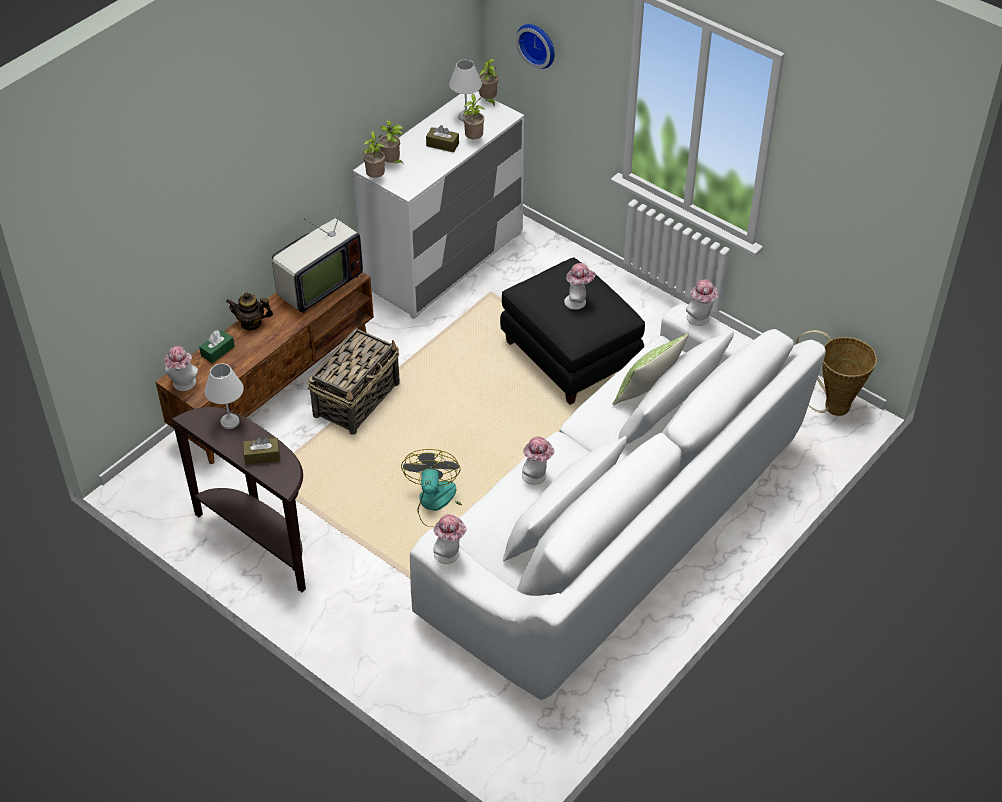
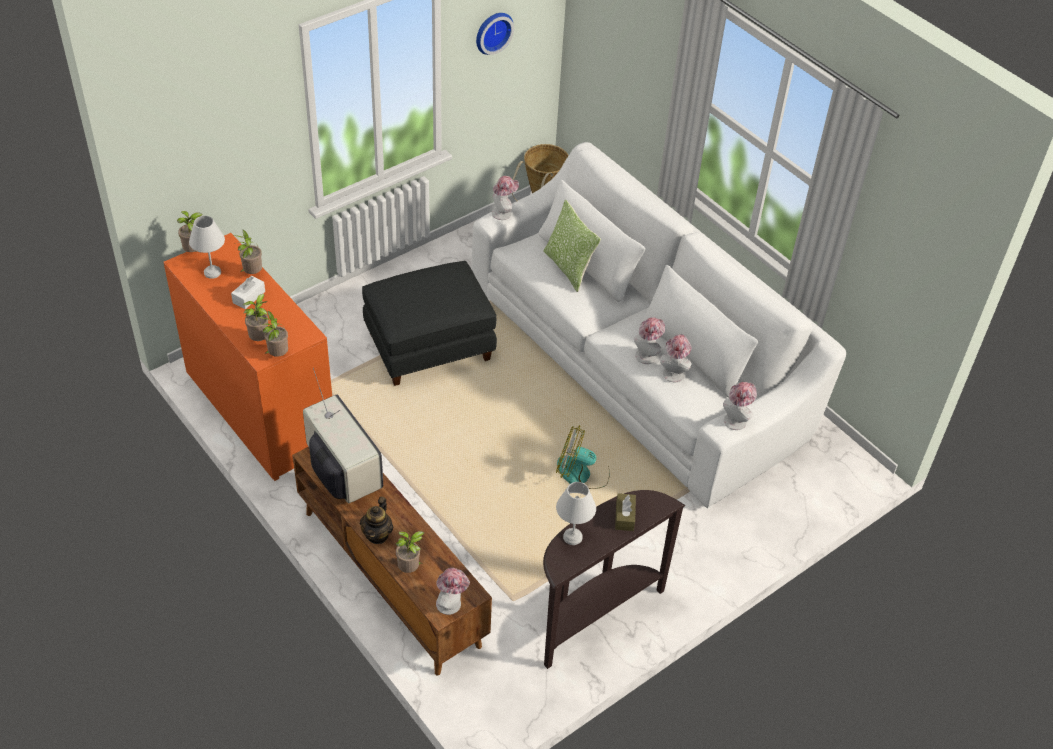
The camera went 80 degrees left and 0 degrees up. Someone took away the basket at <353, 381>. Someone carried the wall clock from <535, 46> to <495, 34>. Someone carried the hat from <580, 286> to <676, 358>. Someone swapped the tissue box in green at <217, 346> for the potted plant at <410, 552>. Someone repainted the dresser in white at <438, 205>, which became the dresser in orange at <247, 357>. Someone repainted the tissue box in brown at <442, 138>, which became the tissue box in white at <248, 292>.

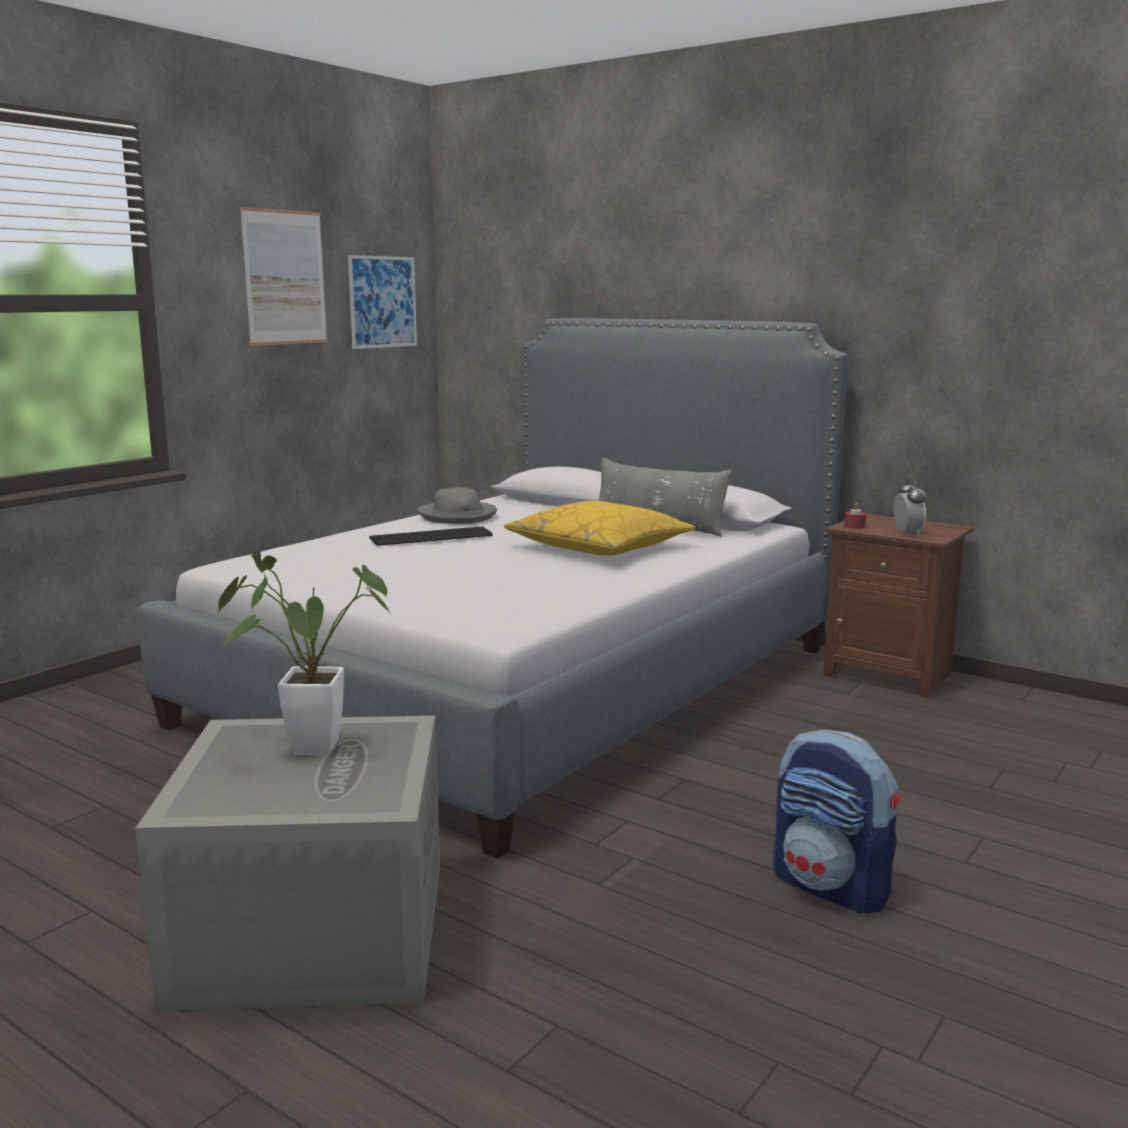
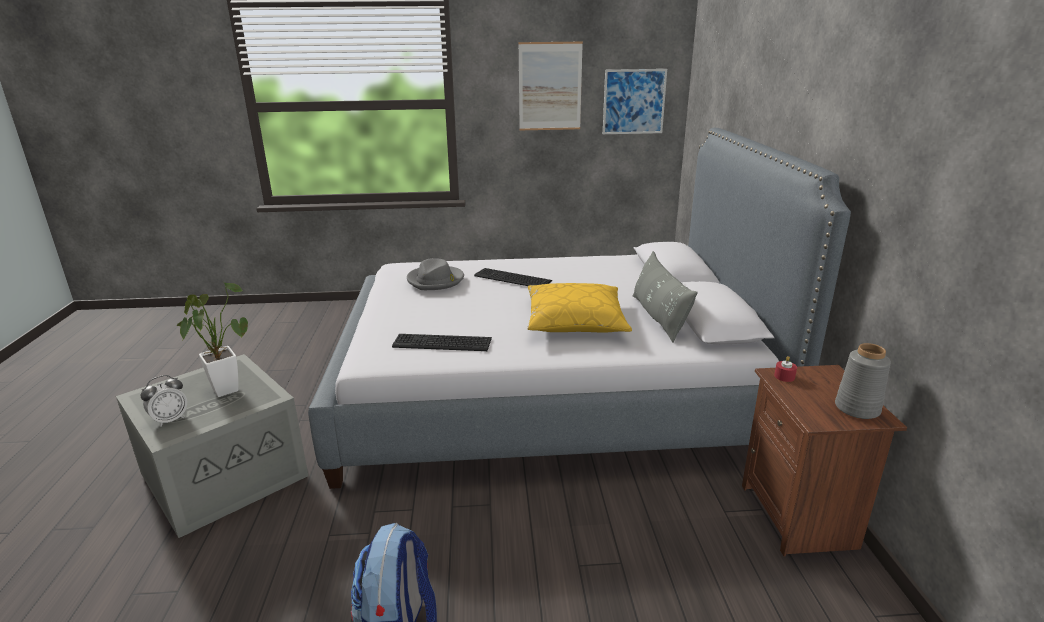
The camera went 50 degrees right and 10 degrees up. Someone put down the keyboard at <442, 342>. Someone put down the vase in grey at <863, 381>. Someone carried the hat in grey from <457, 505> to <435, 274>. Someone carried the alarm clock from <909, 507> to <163, 401>.

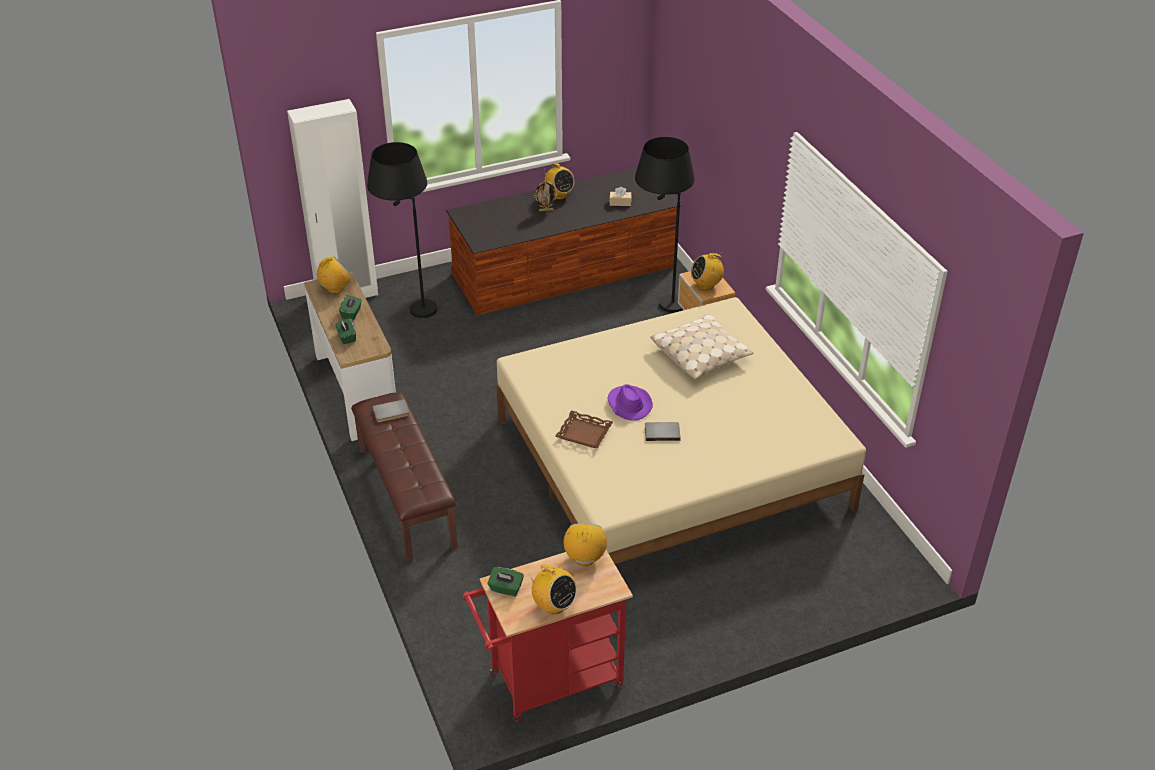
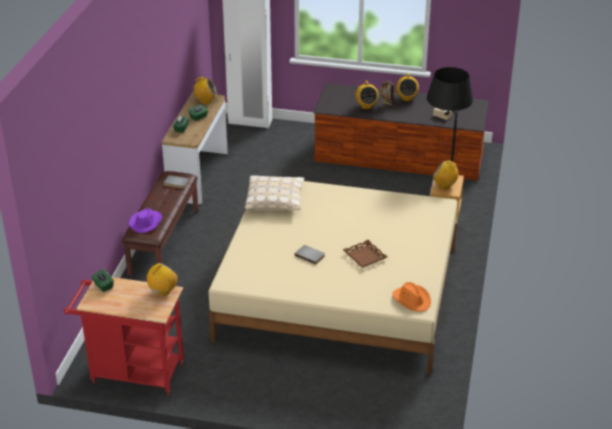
The camera went 35 degrees right and 5 degrees down. Someone took away the floor lamp in black at <402, 230>. Someone put down the hat in orange at <411, 297>. Someone carried the radio from <553, 589> to <367, 95>. Someone carried the tray in brown from <584, 429> to <365, 254>. Someone carried the hat in purple from <630, 402> to <145, 220>. Someone carried the pillow in beige from <701, 346> to <275, 192>.

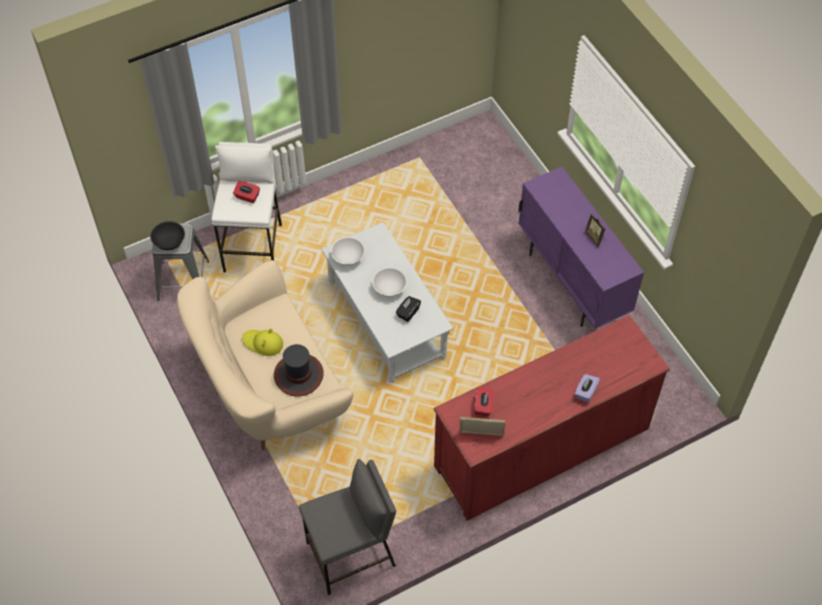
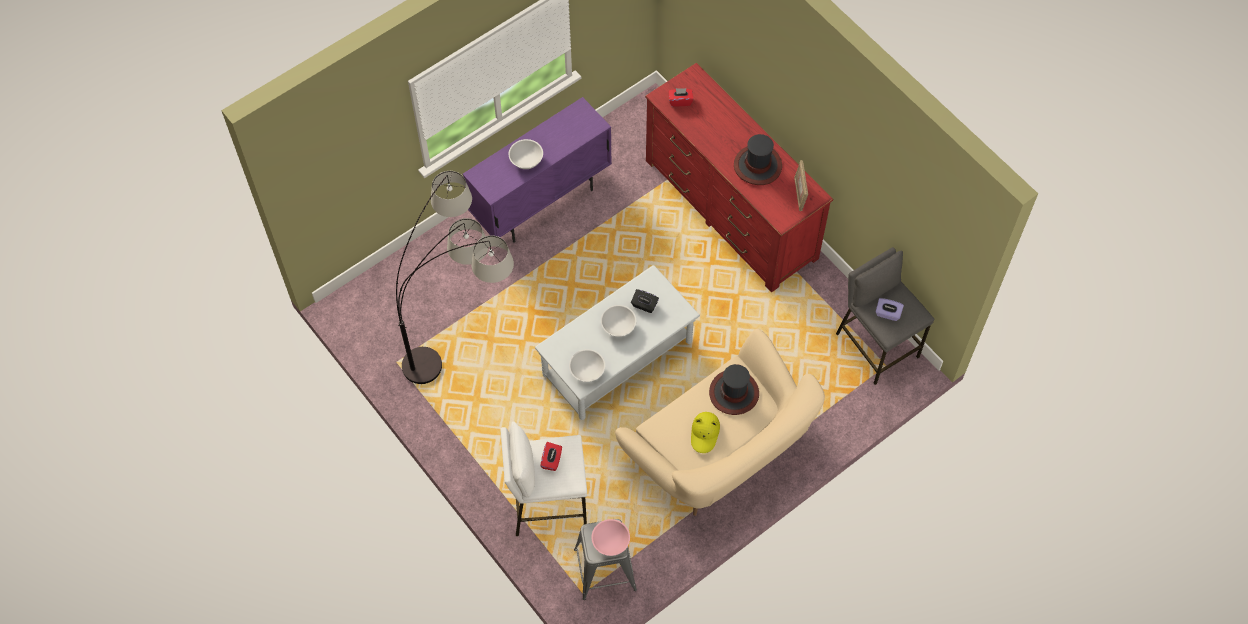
The camera went 100 degrees left and 5 degrees up. Someone took away the picture frame at <595, 230>. Someone put down the floor lamp at <455, 277>. Someone put down the bowl in white at <526, 154>. Someone put down the hat at <758, 159>. Someone carried the tissue box in red from <483, 401> to <681, 97>. Someone carried the tissue box in purple from <587, 388> to <889, 309>. Someone repainted the bowl in black at <167, 235>, which became the bowl in pink at <610, 537>.

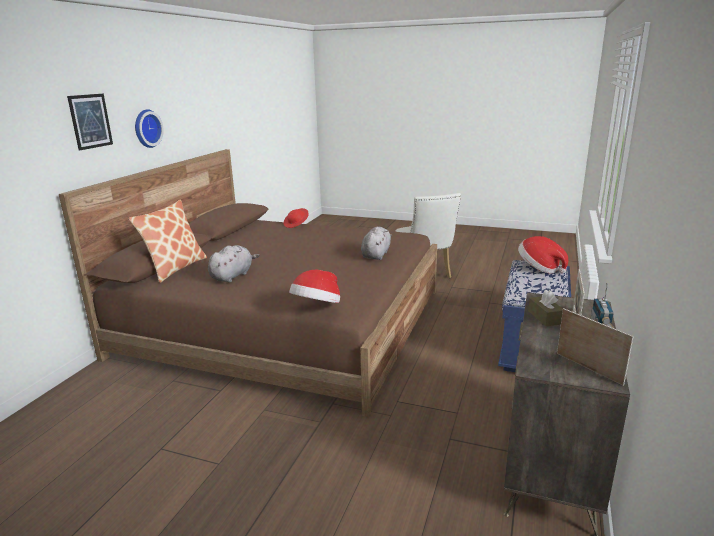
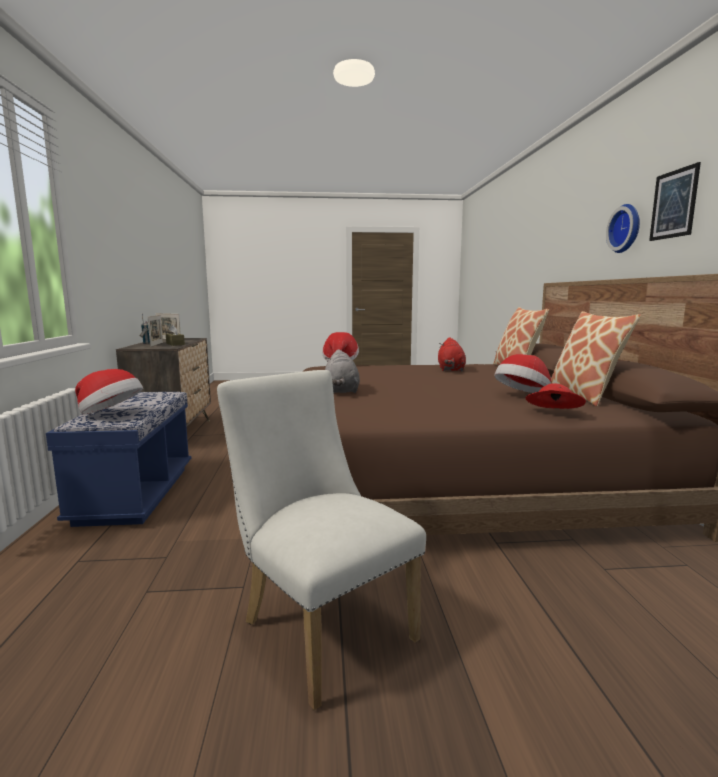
The camera went 155 degrees right and 10 degrees down. Someone put down the hat at <522, 373>. Someone put down the pillow at <596, 359>. Someone carried the picture from <90, 122> to <675, 201>. Someone repainted the plush toy in grey at <234, 264>, which became the plush toy in red at <452, 354>.

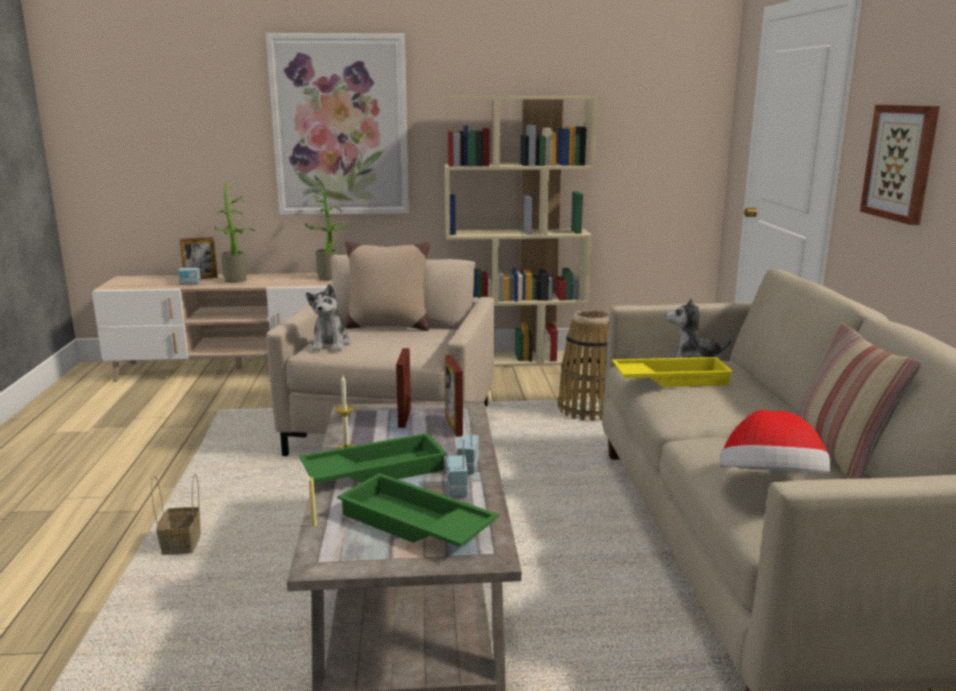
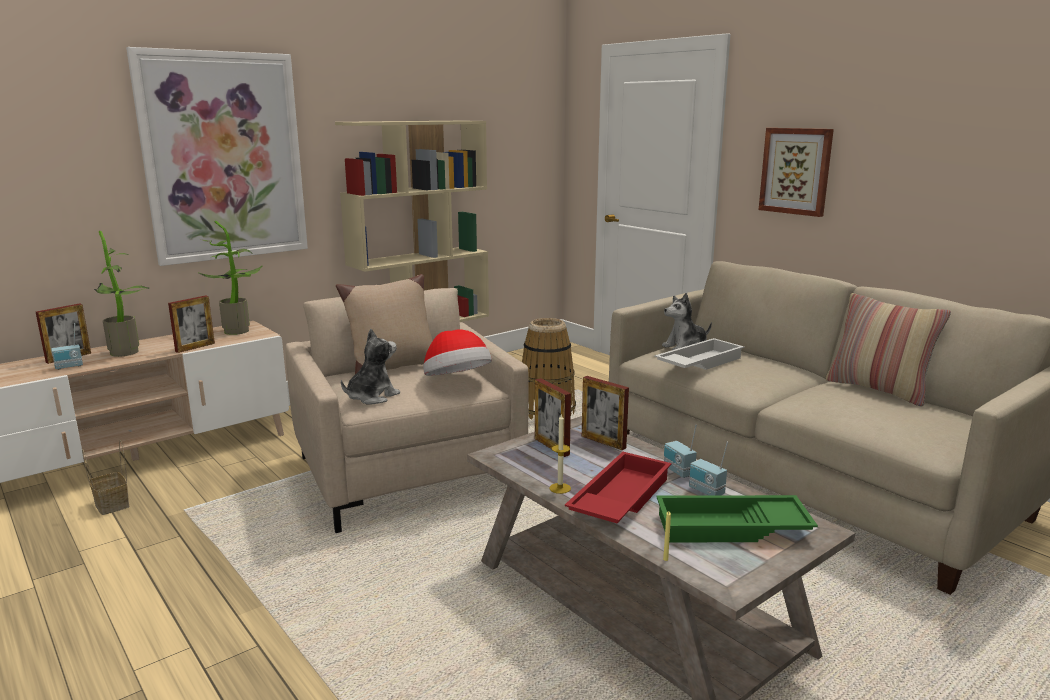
The camera went 35 degrees left and 0 degrees up. Someone put down the picture frame at <191, 324>. Someone carried the basket from <176, 514> to <106, 477>. Someone carried the hat from <775, 441> to <457, 352>. Someone repainted the tray in green at <373, 458>, which became the tray in red at <618, 487>. Someone repainted the tray in yellow at <672, 372>, which became the tray in white at <699, 354>. Someone rotated the plush toy at <328, 317> by 105 degrees counterclockwise.

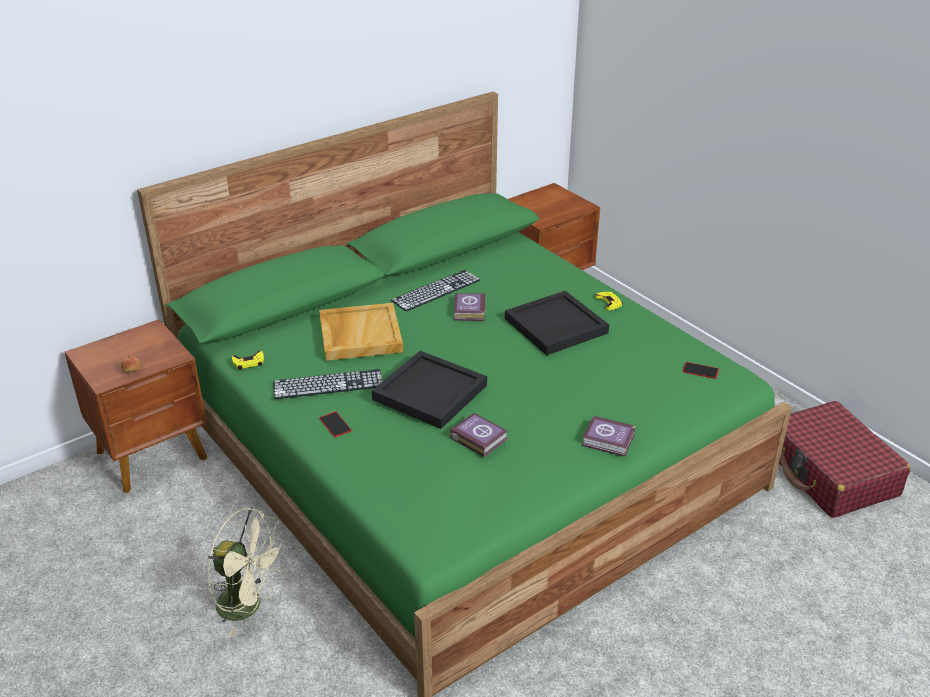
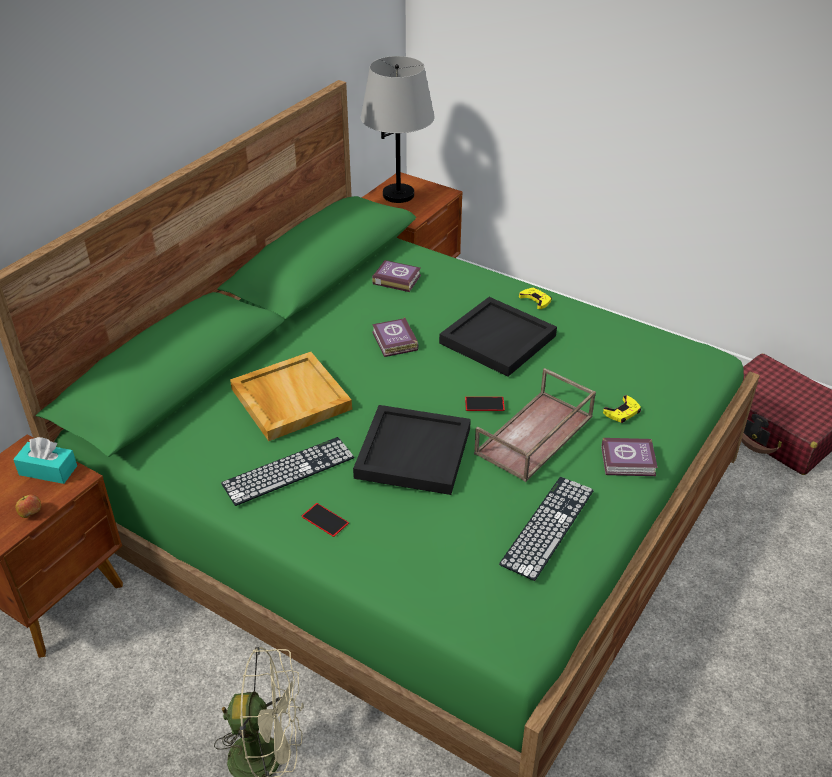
The camera went 20 degrees left and 5 degrees up. Someone put down the tissue box in turquoise at <45, 460>. Someone put down the table lamp in grey at <398, 129>. Someone put down the tray in brown at <535, 425>. Someone carried the game controller in yellow from <248, 360> to <622, 409>. Someone carried the keyboard from <435, 291> to <546, 529>. Someone carried the book from <479, 435> to <396, 276>. Someone carried the phone from <700, 370> to <485, 404>.

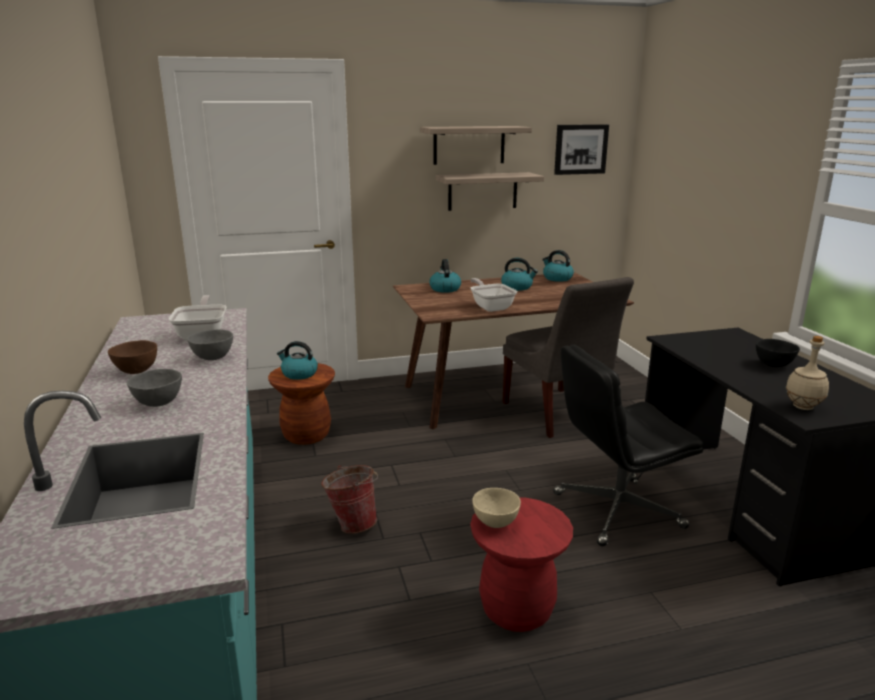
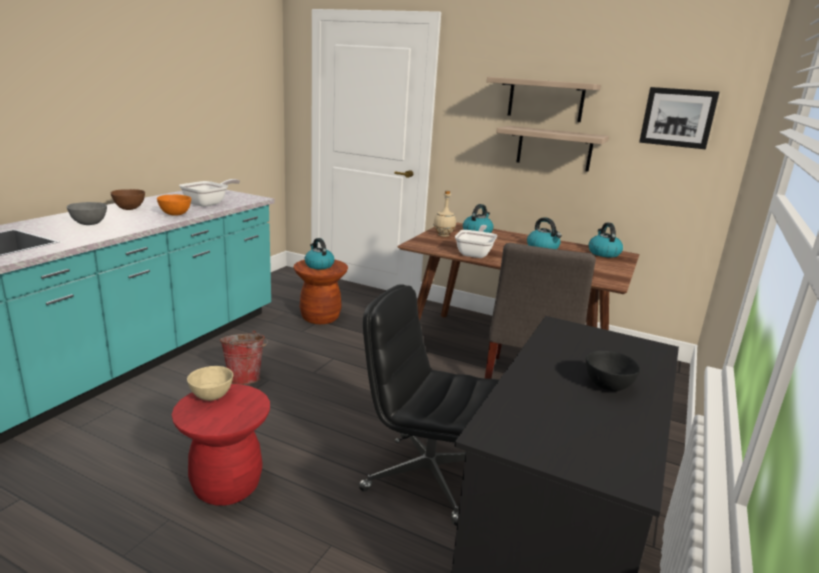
The camera went 40 degrees right and 0 degrees up. Someone carried the bottle in beige from <807, 373> to <444, 214>. Someone repainted the bowl in grey at <210, 344>, which became the bowl in orange at <174, 205>.

